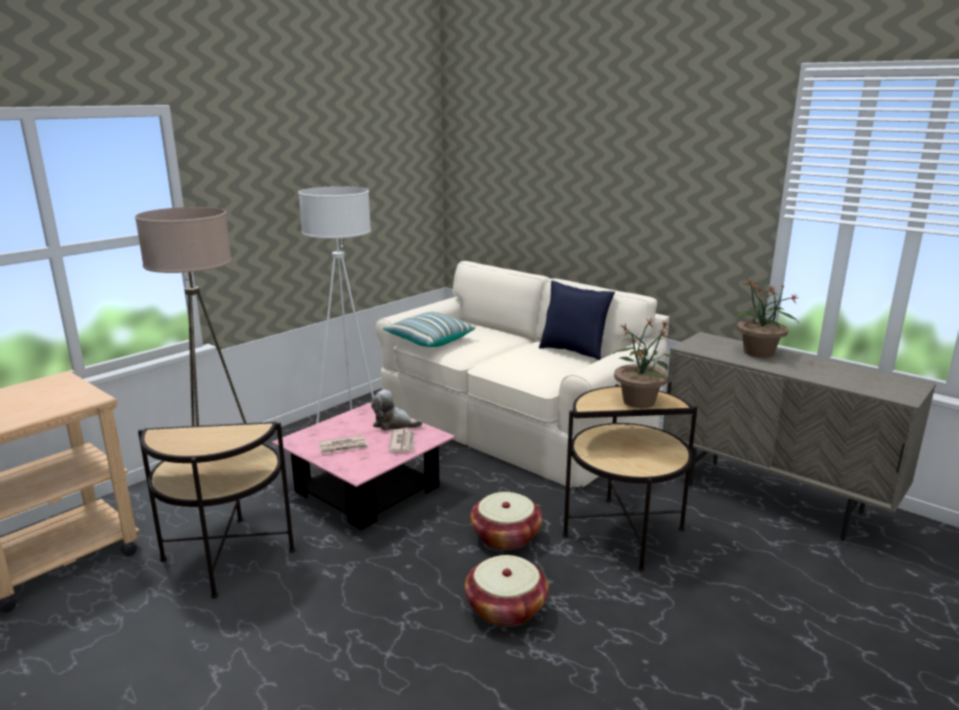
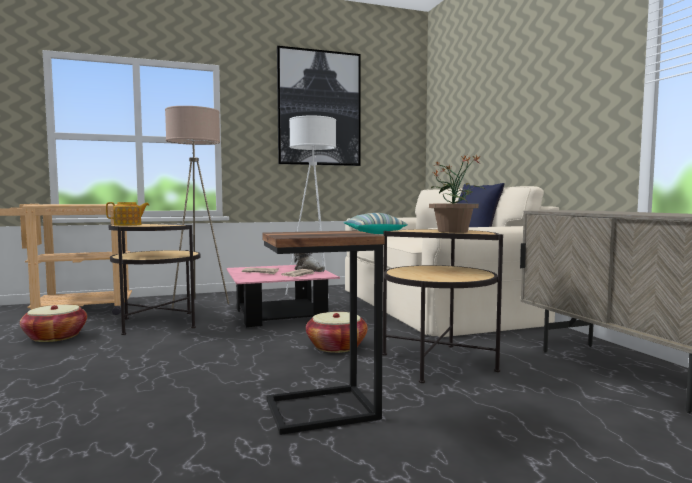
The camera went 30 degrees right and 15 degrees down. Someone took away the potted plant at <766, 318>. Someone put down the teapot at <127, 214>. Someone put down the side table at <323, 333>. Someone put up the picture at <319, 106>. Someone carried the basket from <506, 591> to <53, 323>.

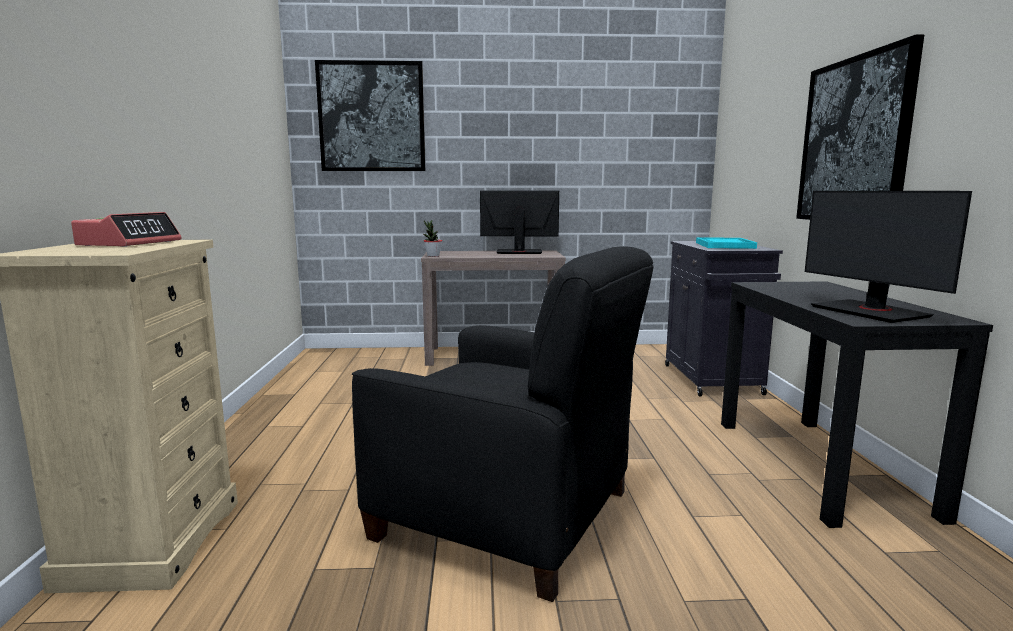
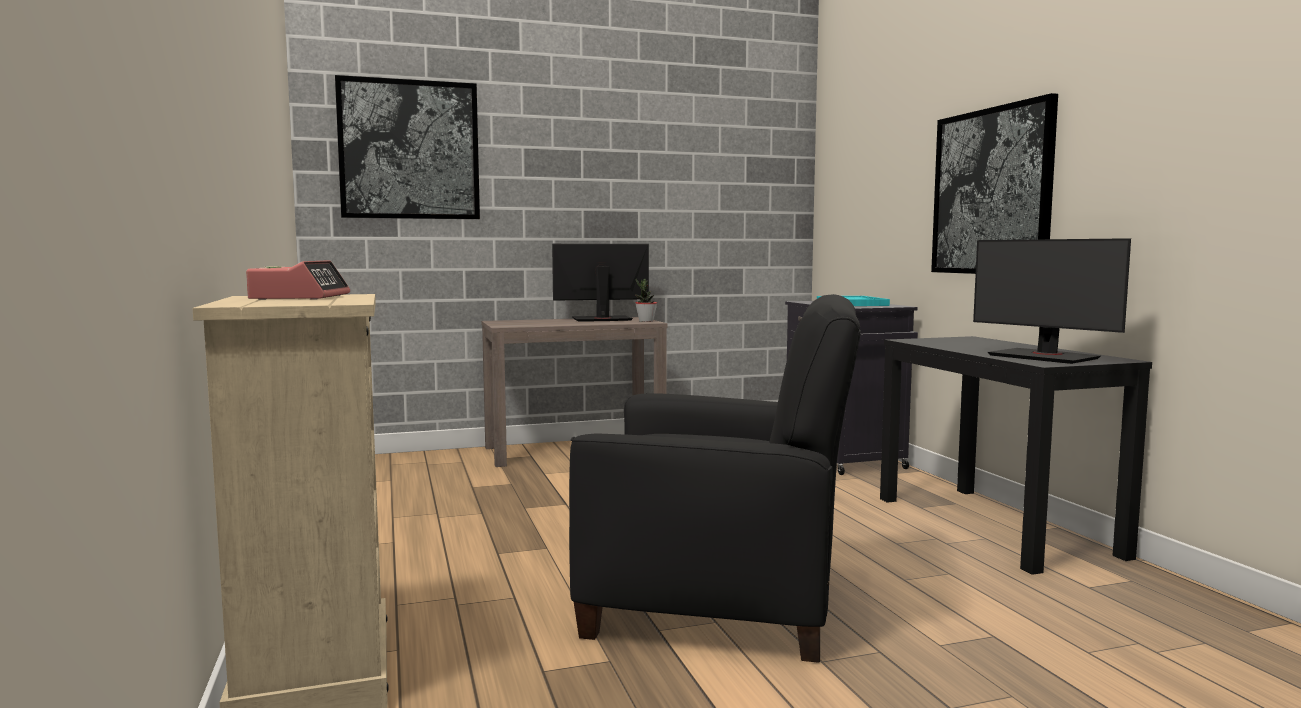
The camera went 15 degrees left and 5 degrees down. Someone carried the potted plant from <432, 238> to <646, 300>.

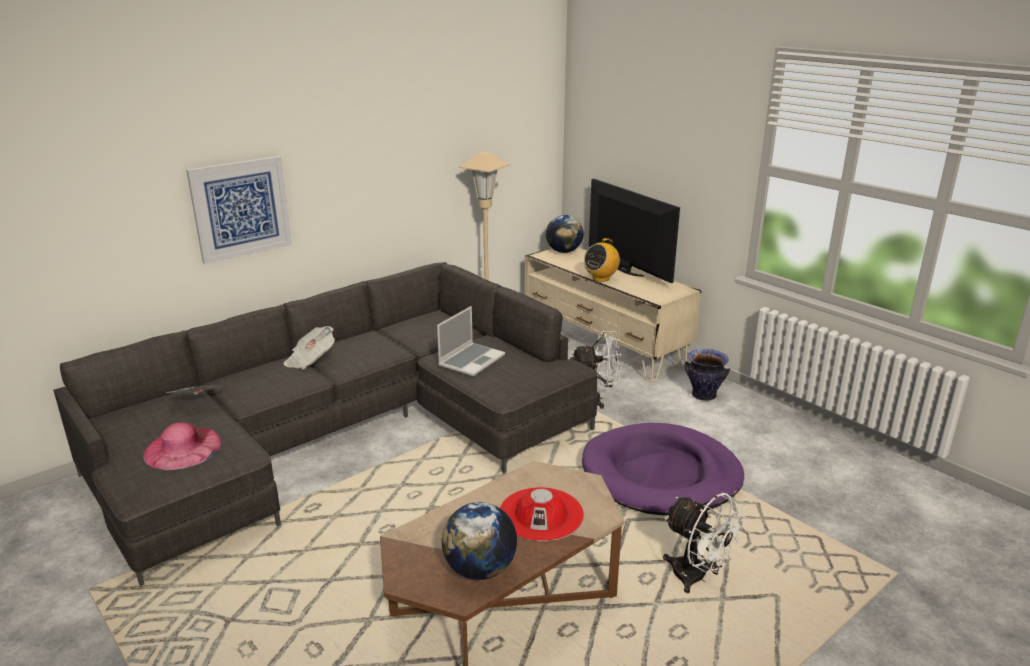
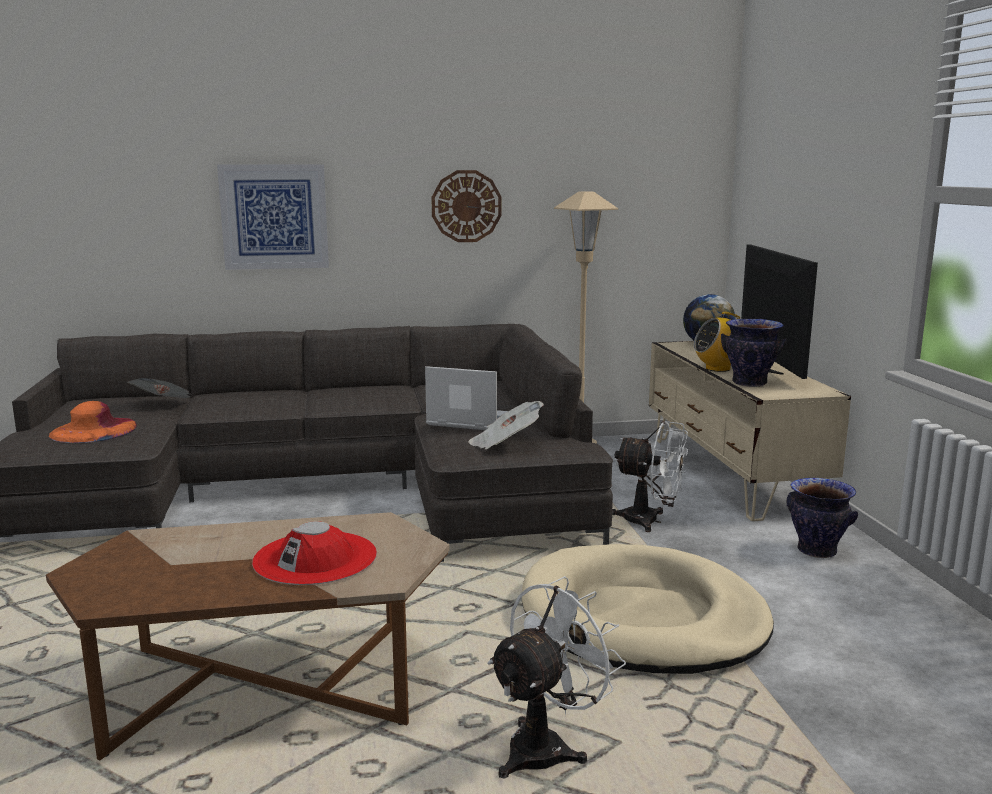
The camera went 30 degrees right and 10 degrees down. Someone took away the globe at <479, 541>. Someone put up the wall clock at <466, 206>. Someone put down the vase at <754, 353>. Someone carried the newspaper from <309, 348> to <506, 425>. Someone repainted the hat in pink at <182, 446>, which became the hat in orange at <93, 422>. Someone repainted the dog bed in purple at <663, 469>, which became the dog bed in beige at <648, 609>. Someone rotated the laptop at <471, 341> by 135 degrees counterclockwise. Someone rotated the fan in white at <705, 543> by 120 degrees counterclockwise.

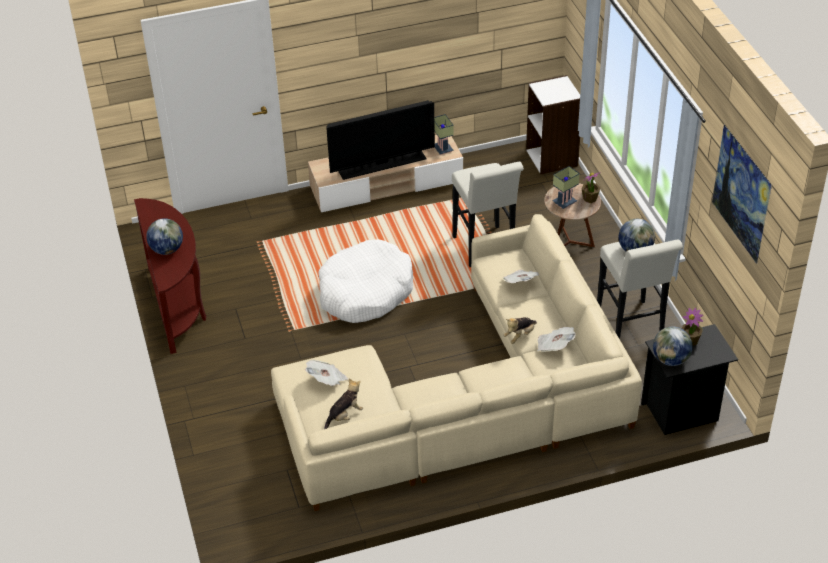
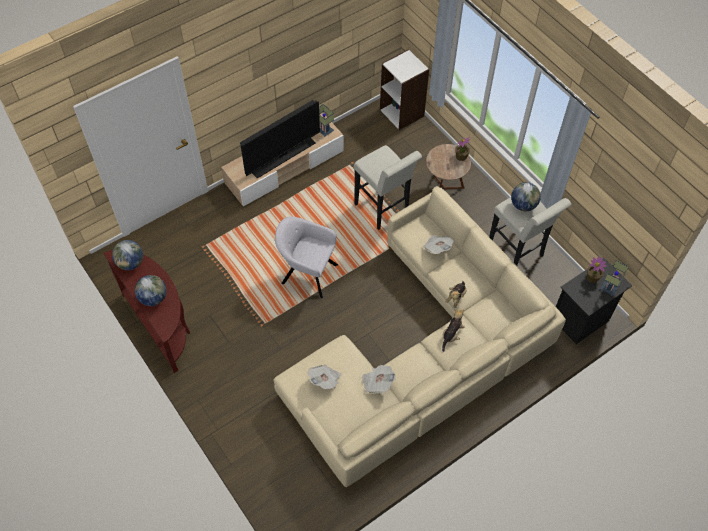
The camera went 20 degrees left and 15 degrees up. Someone took away the picture at <742, 194>. Someone carried the plush toy from <343, 403> to <453, 330>. Someone carried the newspaper from <556, 339> to <379, 379>. Someone carried the table lamp from <566, 187> to <614, 278>. Someone carried the globe from <673, 346> to <127, 255>. Someone swapped the dog bed in white at <366, 281> for the armchair in grey at <306, 257>.

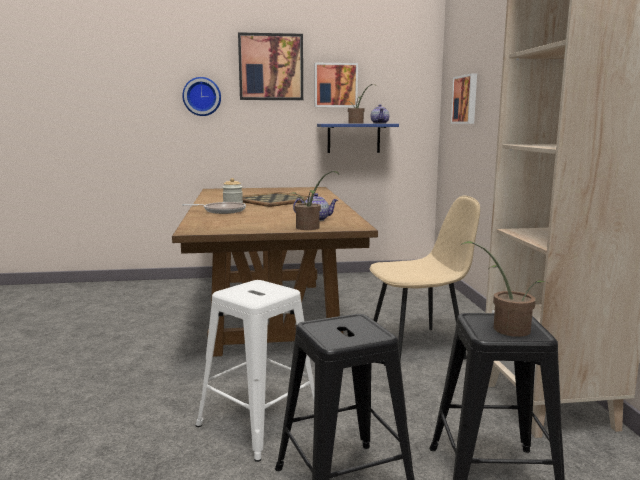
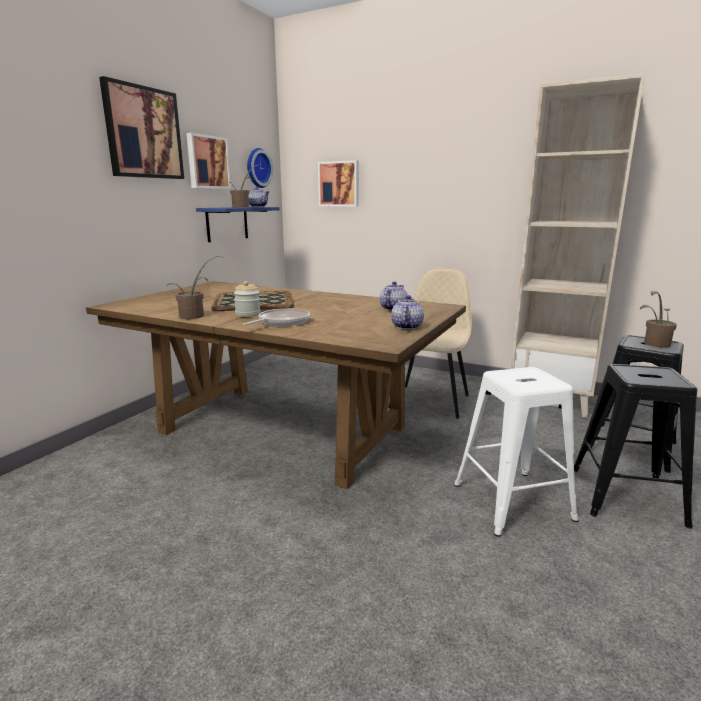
The camera went 55 degrees left and 5 degrees up. Someone put down the teapot at <407, 312>. Someone carried the wall clock from <201, 96> to <260, 168>. Someone carried the potted plant from <314, 200> to <196, 287>.

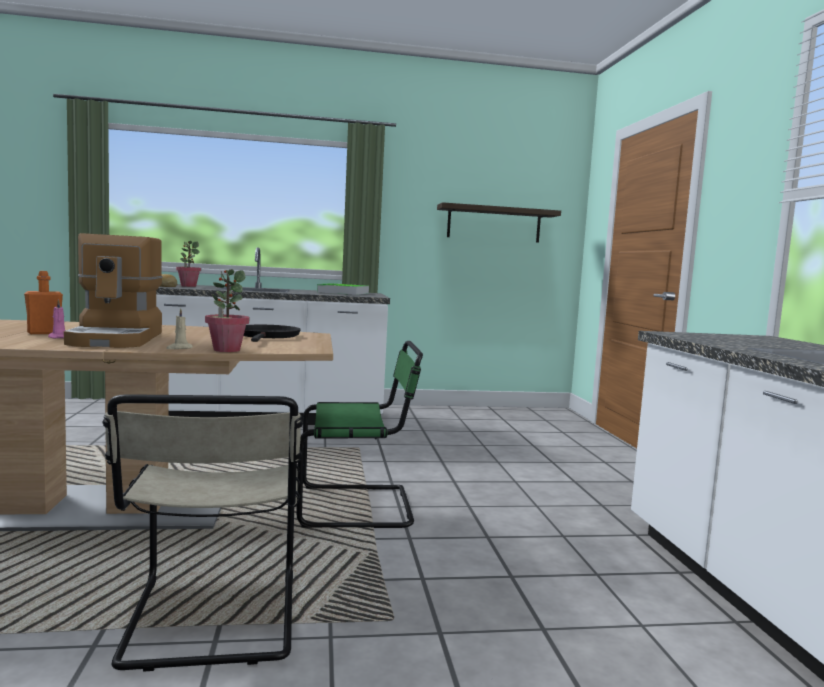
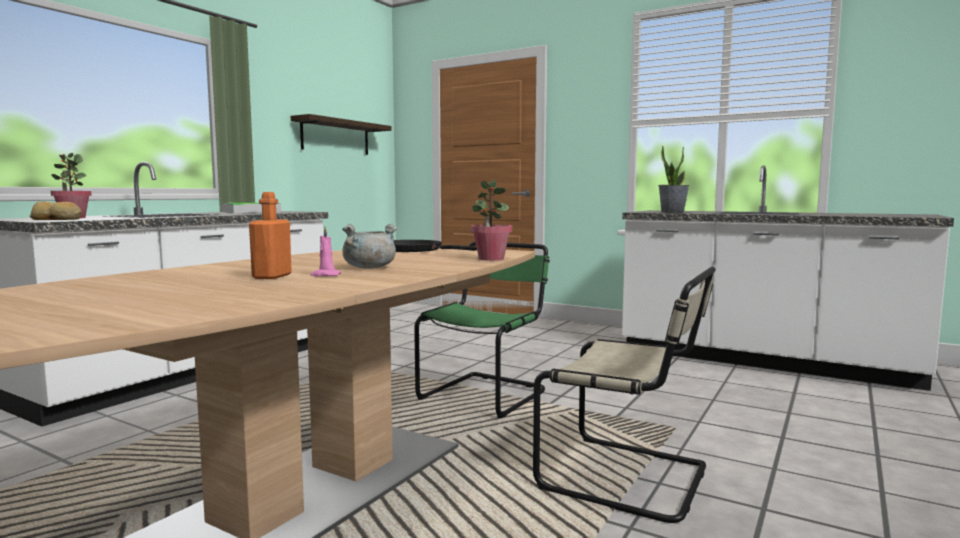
The camera went 50 degrees left and 0 degrees up. Someone took away the candle in beige at <179, 328>. Someone put down the potted plant at <673, 179>. Someone swapped the coffee machine at <113, 290> for the cooking pot in grey at <369, 246>.

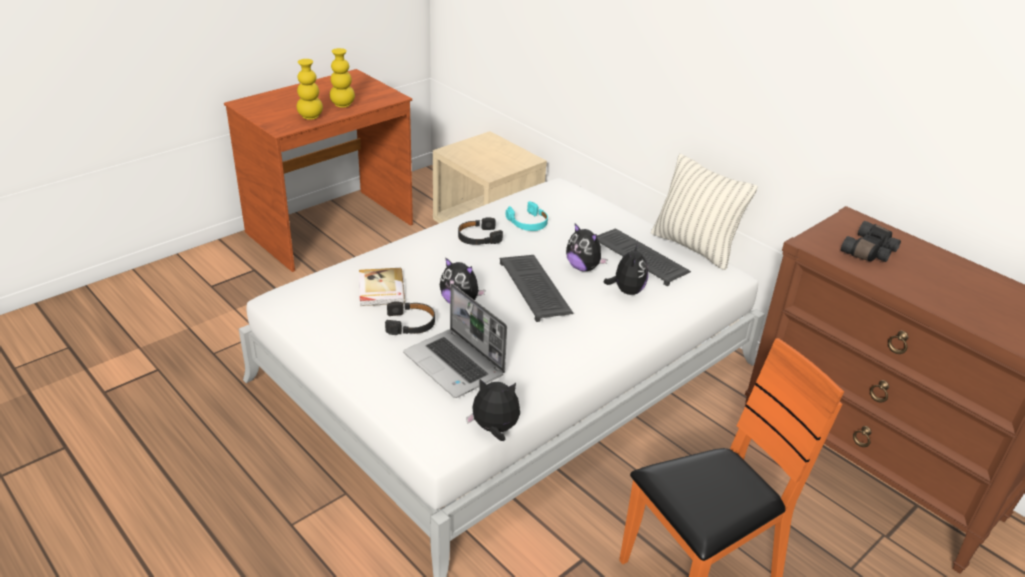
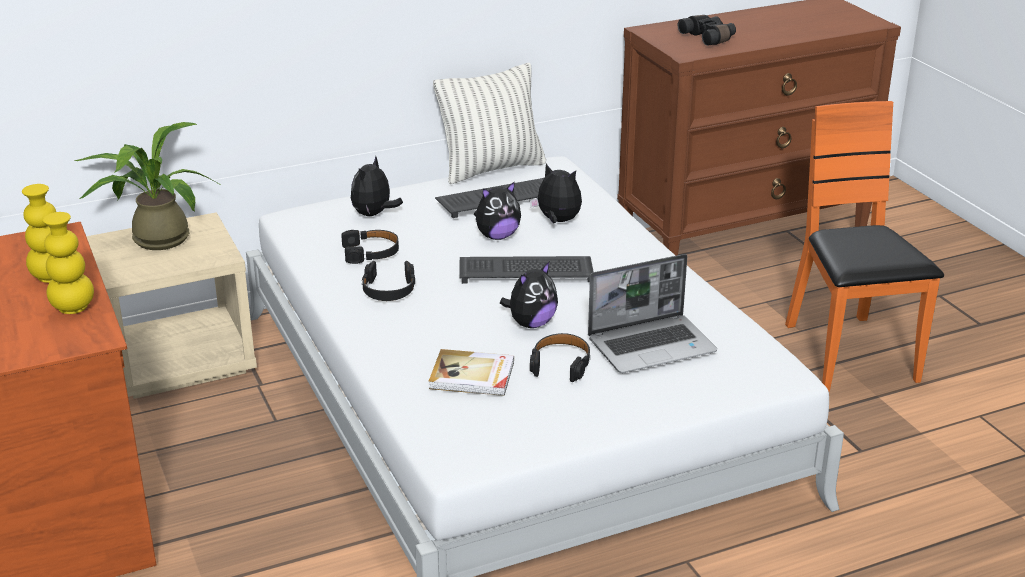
The camera went 70 degrees left and 5 degrees down. Someone put down the potted plant at <146, 186>. Someone carried the plush toy from <493, 410> to <377, 186>. Someone repainted the headphones in turquoise at <527, 216>, which became the headphones in black at <370, 247>.

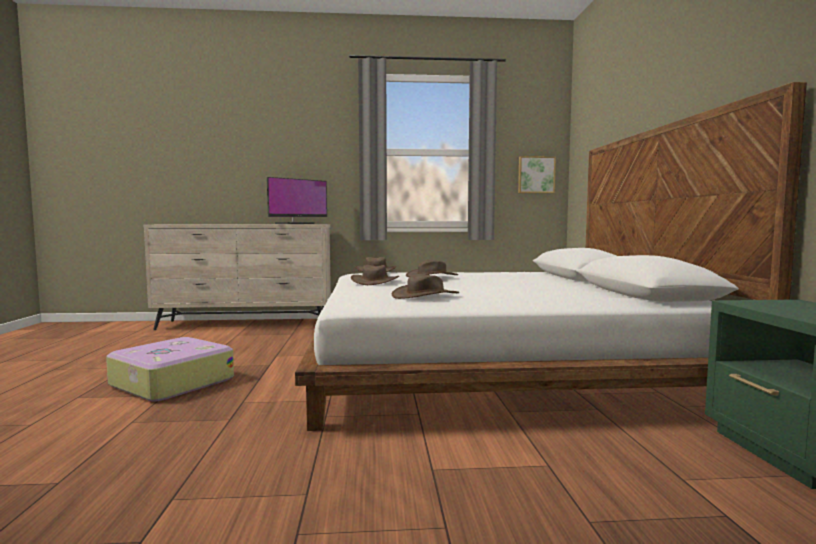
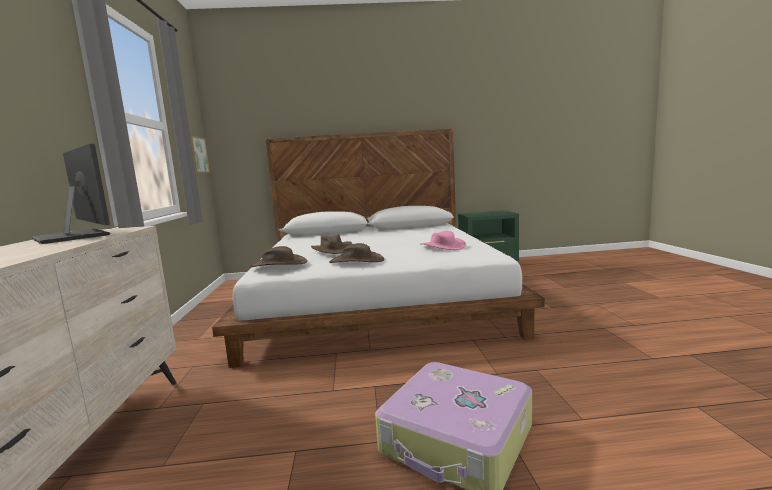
The camera went 90 degrees left and 5 degrees up. Someone repainted the hat in brown at <425, 286>, which became the hat in pink at <443, 240>.

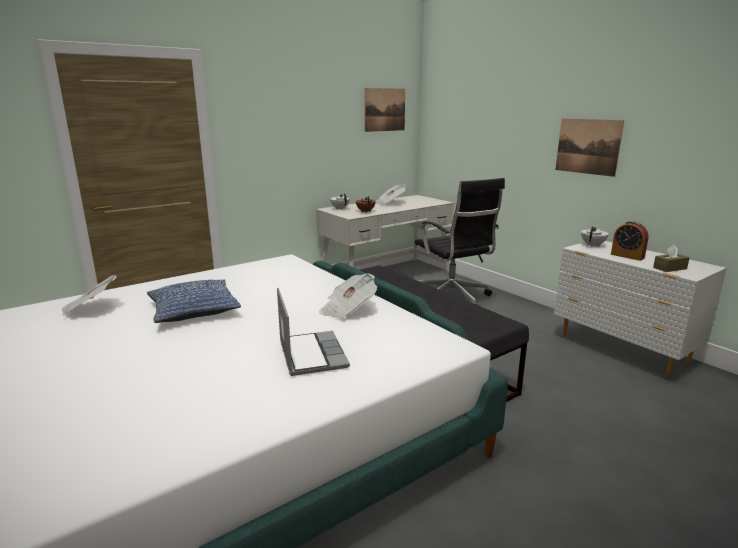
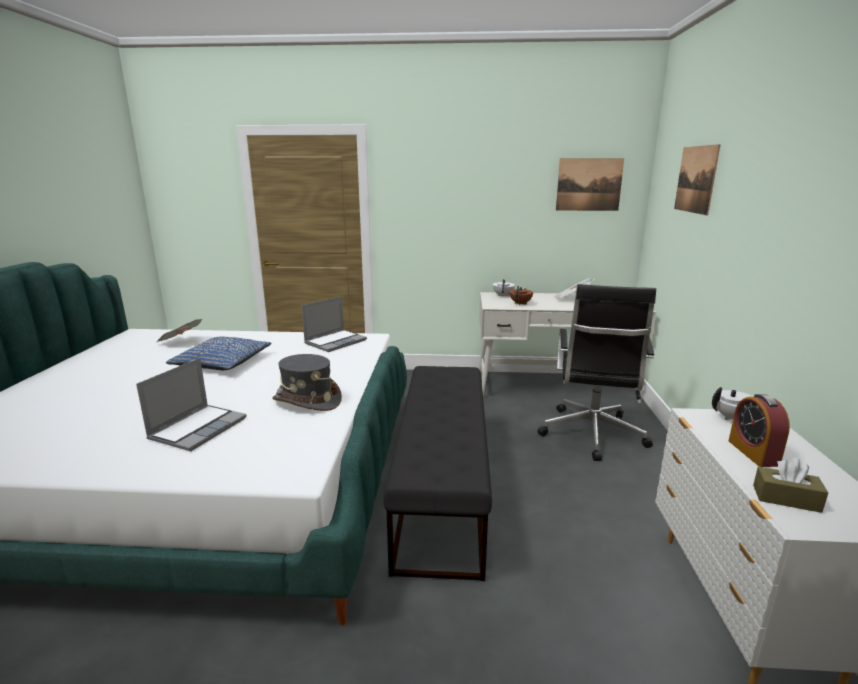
The camera went 40 degrees right and 0 degrees up. Someone put down the laptop at <334, 324>. Someone carried the picture from <590, 148> to <697, 179>. Someone swapped the newspaper at <348, 296> for the hat in grey at <307, 382>.

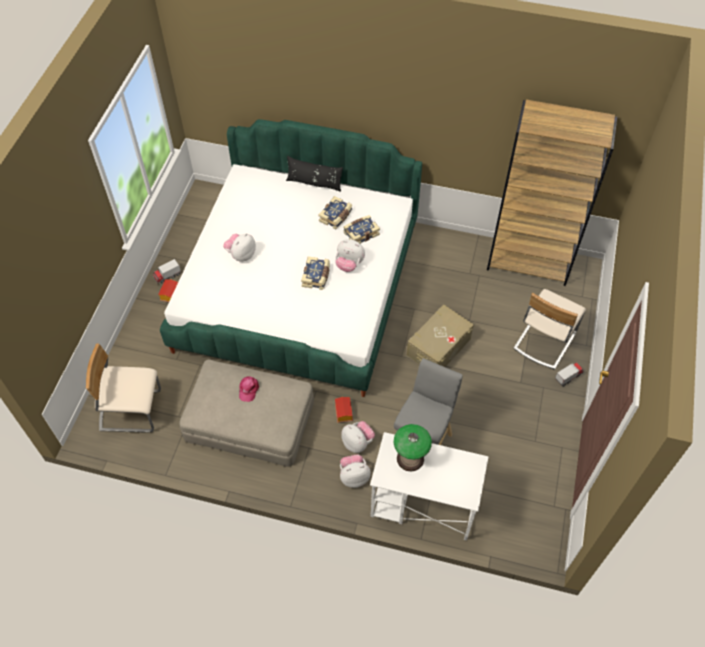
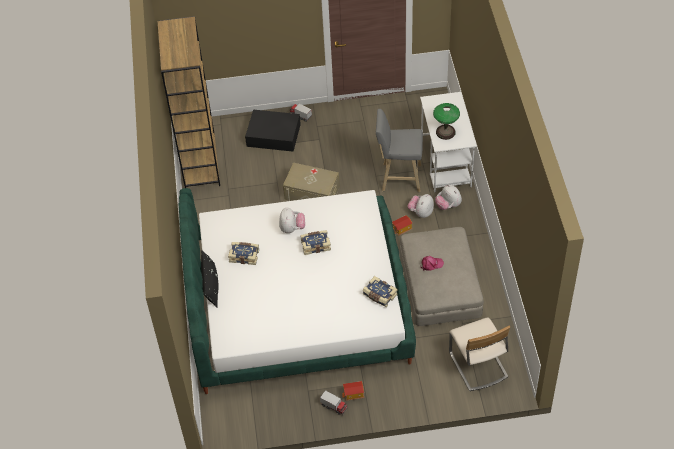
The camera went 110 degrees left and 5 degrees down. Someone took away the plush toy at <239, 247>. Someone carried the book from <361, 229> to <380, 291>. Someone swapped the chair in beige at <549, 329> for the storage box in black at <273, 130>.

